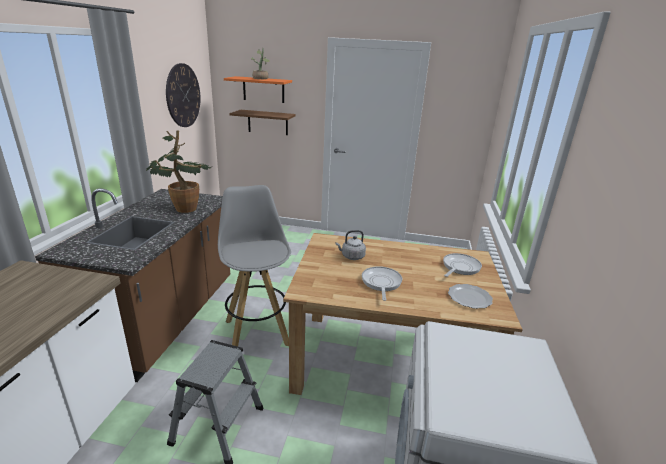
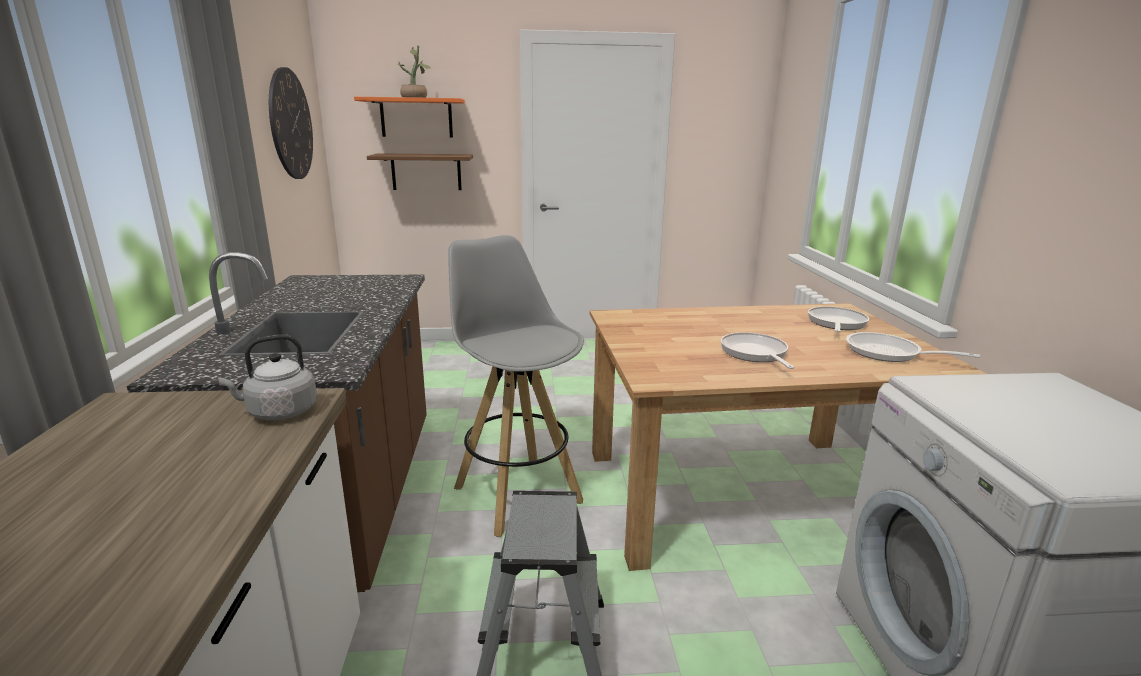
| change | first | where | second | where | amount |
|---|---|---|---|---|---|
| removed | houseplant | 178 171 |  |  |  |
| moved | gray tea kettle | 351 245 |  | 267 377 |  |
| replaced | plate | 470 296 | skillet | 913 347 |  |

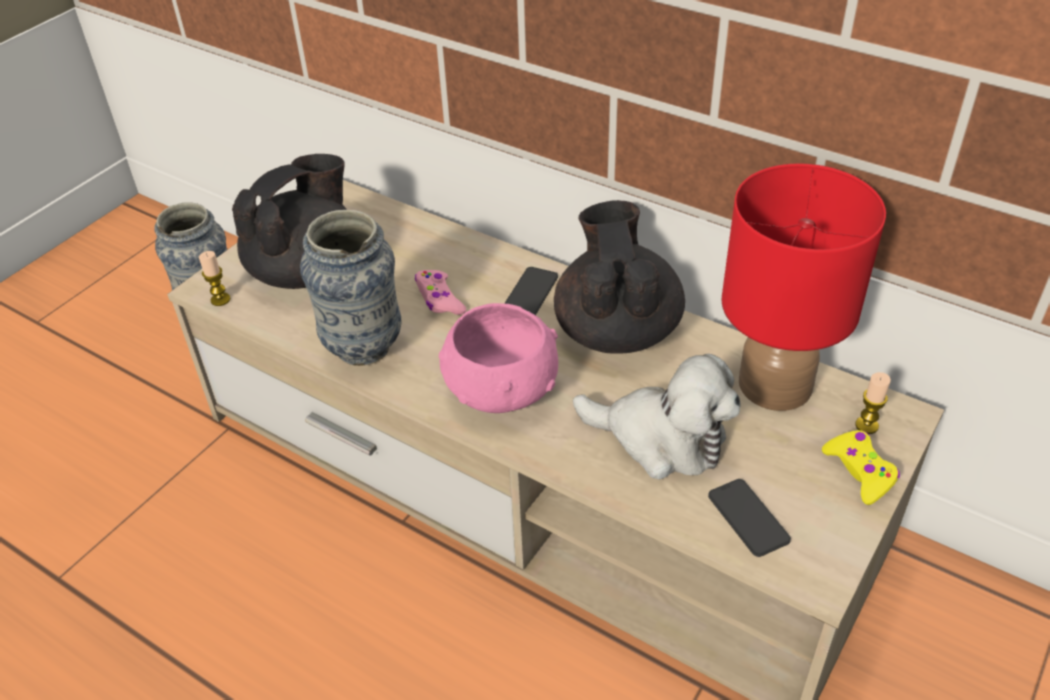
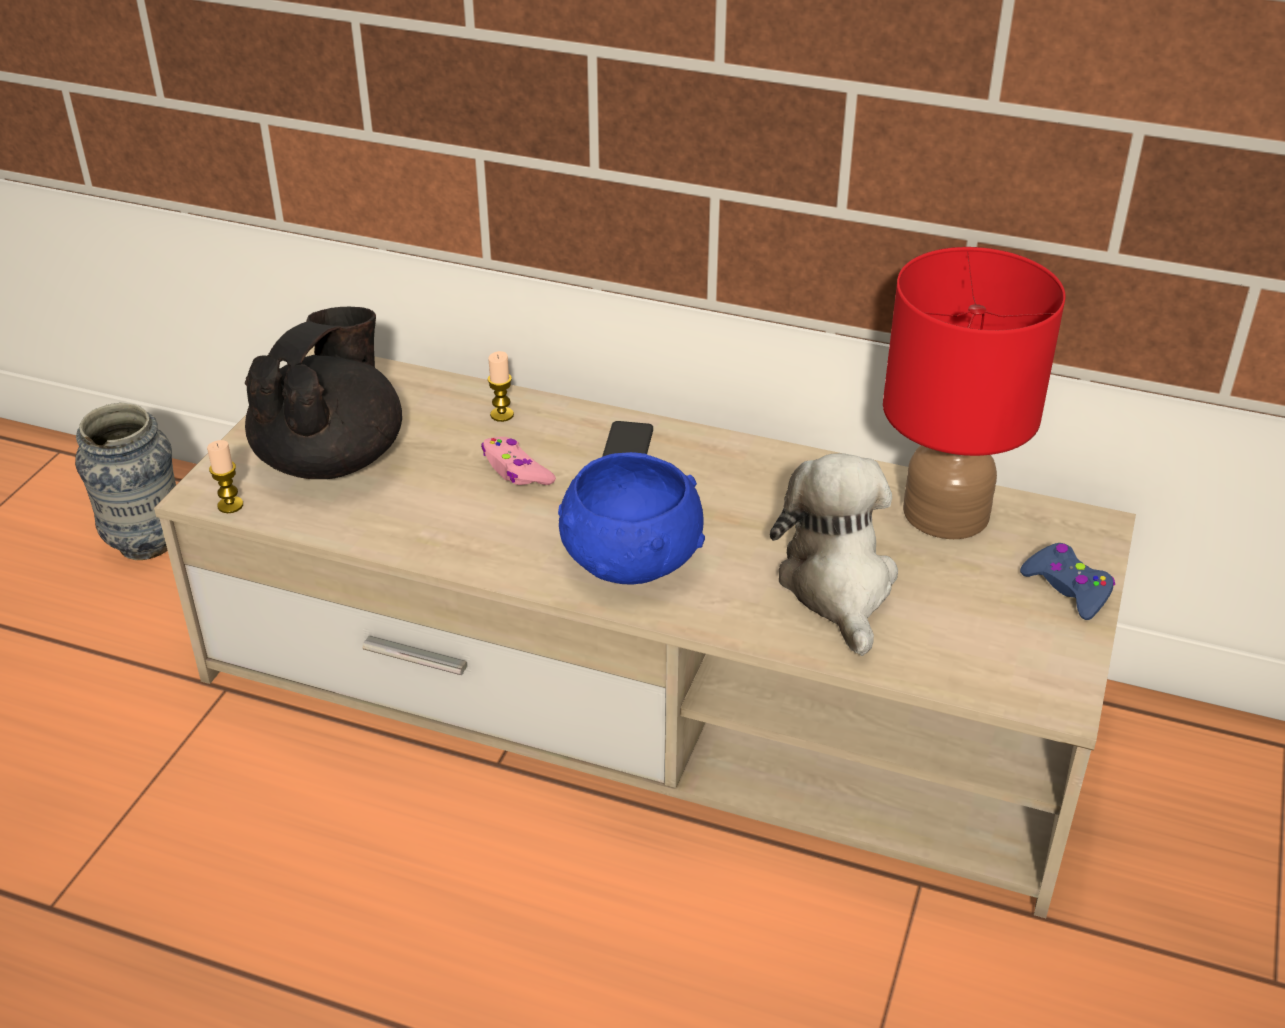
| change | first | where | second | where | amount |
|---|---|---|---|---|---|
| removed | vase | 350 288 |  |  |  |
| removed | black-coloured tea pot | 619 277 |  |  |  |
| removed | handset | 749 518 |  |  |  |
| moved | candle | 873 403 |  | 500 386 |  |
| recoloured | pinkish serving bowl | 498 358 | blue serving bowl | 631 518 |  |
| recoloured | yellowish game controller | 861 467 | blue game controller | 1067 581 |  |
| turned | cuddly toy | 657 416 |  | 834 554 | 105 degrees counterclockwise |

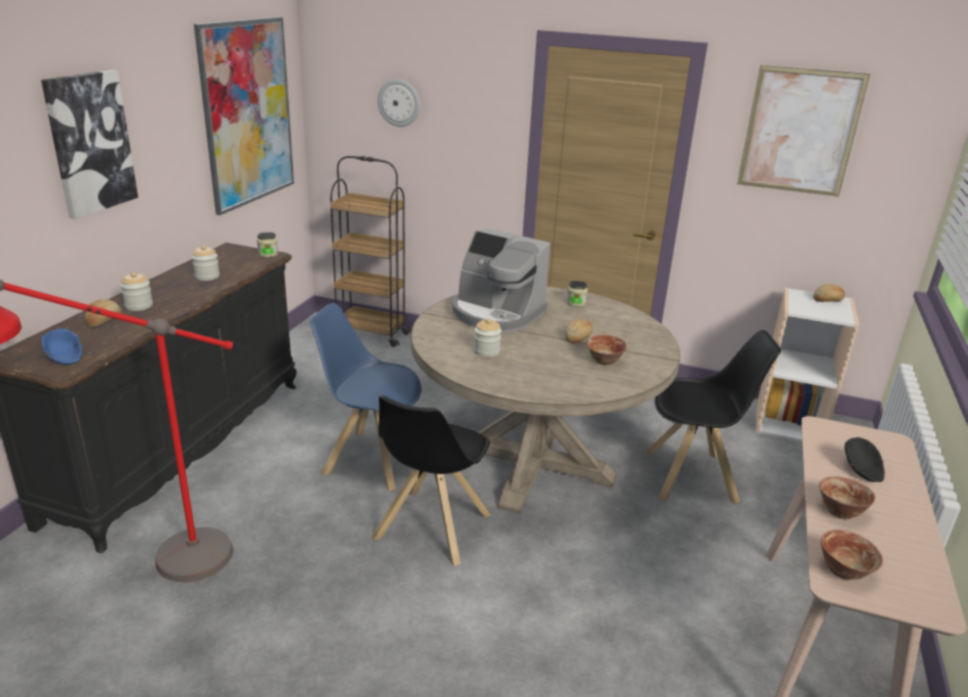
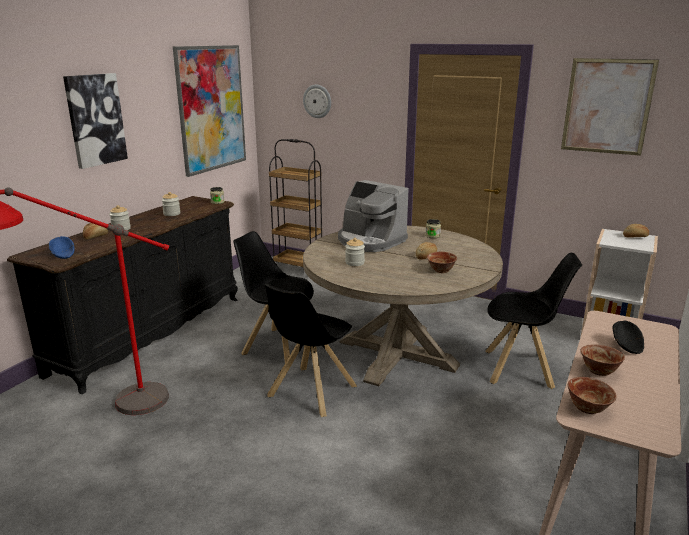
| change | first | where | second | where | amount |
|---|---|---|---|---|---|
| recoloured | blue chair | 365 397 | black-coloured chair | 273 297 |  |

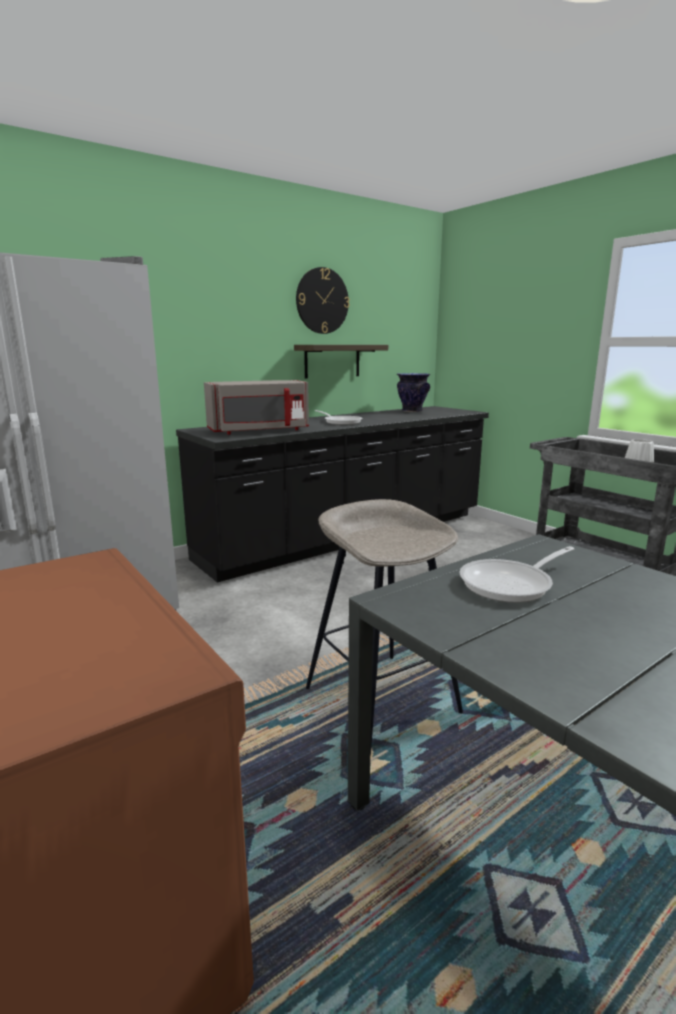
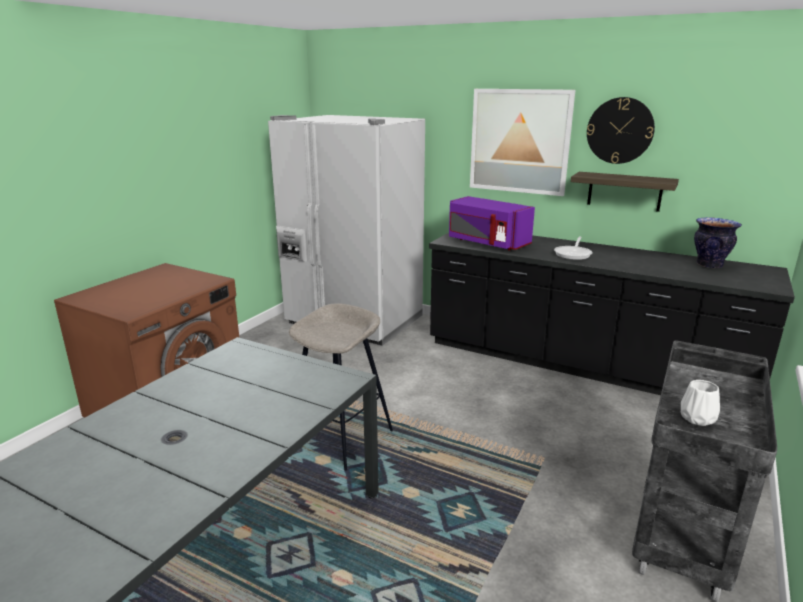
| change | first | where | second | where | amount |
|---|---|---|---|---|---|
| removed | skillet | 516 574 |  |  |  |
| added |  |  | wall picture | 522 142 |  |
| recoloured | gray microwave oven | 256 407 | purple microwave oven | 492 223 |  |

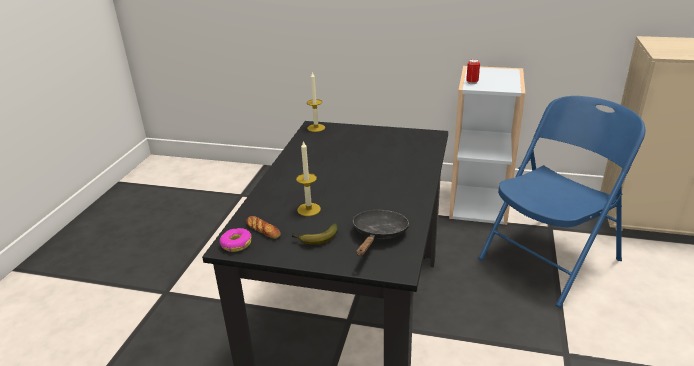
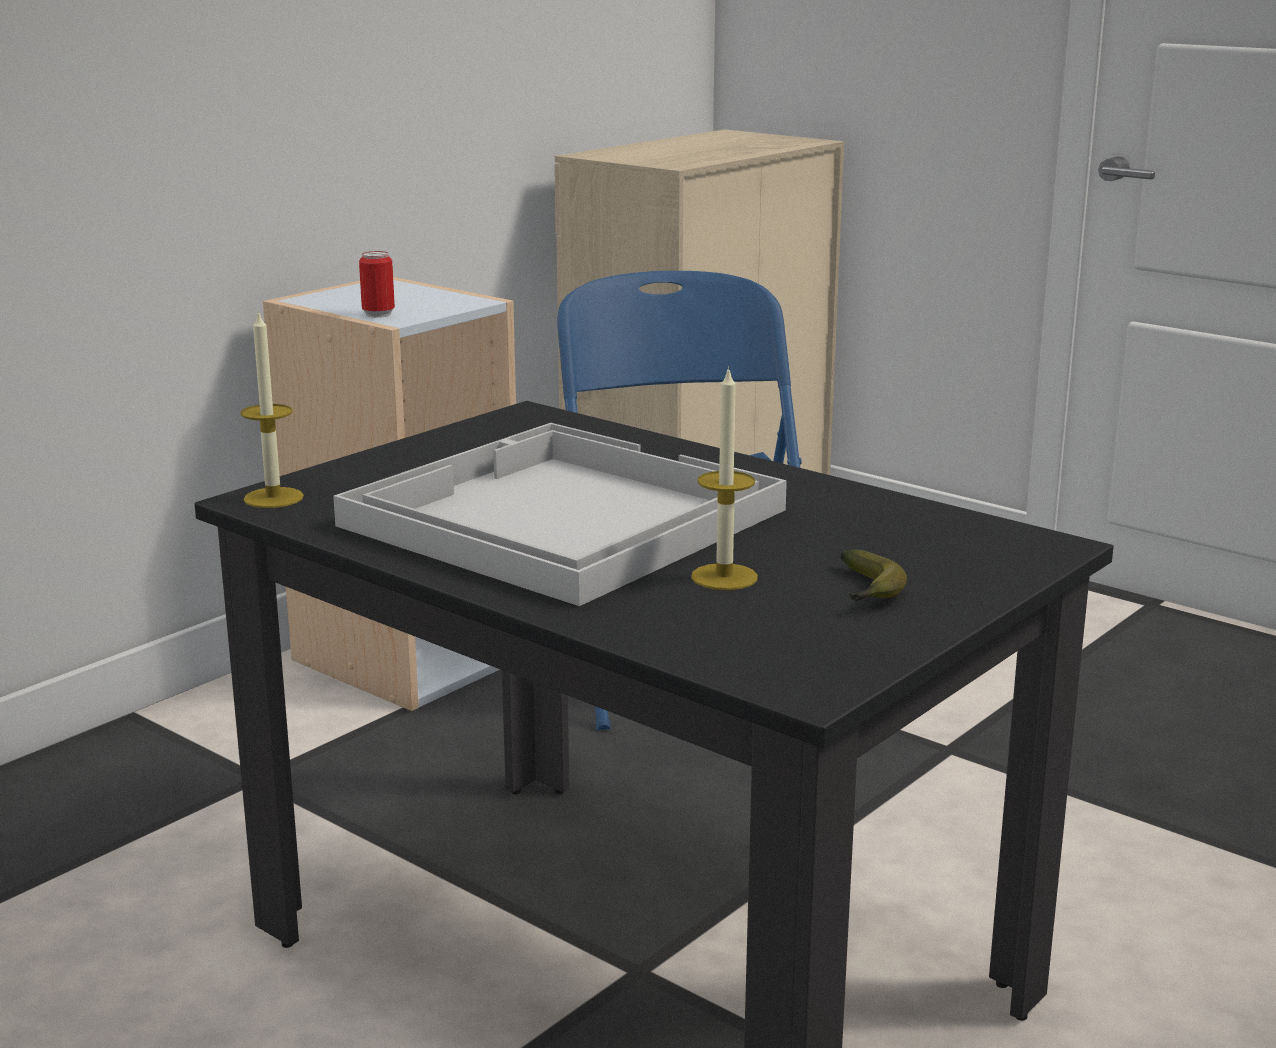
| change | first | where | second | where | amount |
|---|---|---|---|---|---|
| removed | doughnut | 235 240 |  |  |  |
| removed | baked bread | 263 227 |  |  |  |
| removed | black-coloured skillet | 381 233 |  |  |  |
| added |  |  | white carrying tray | 560 514 |  |

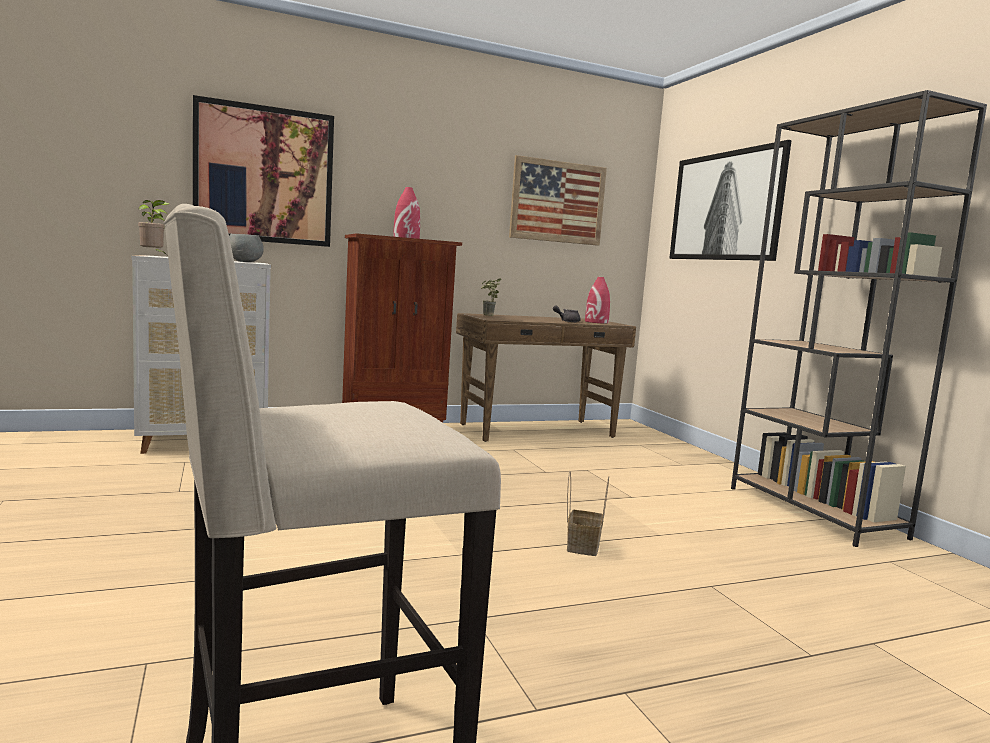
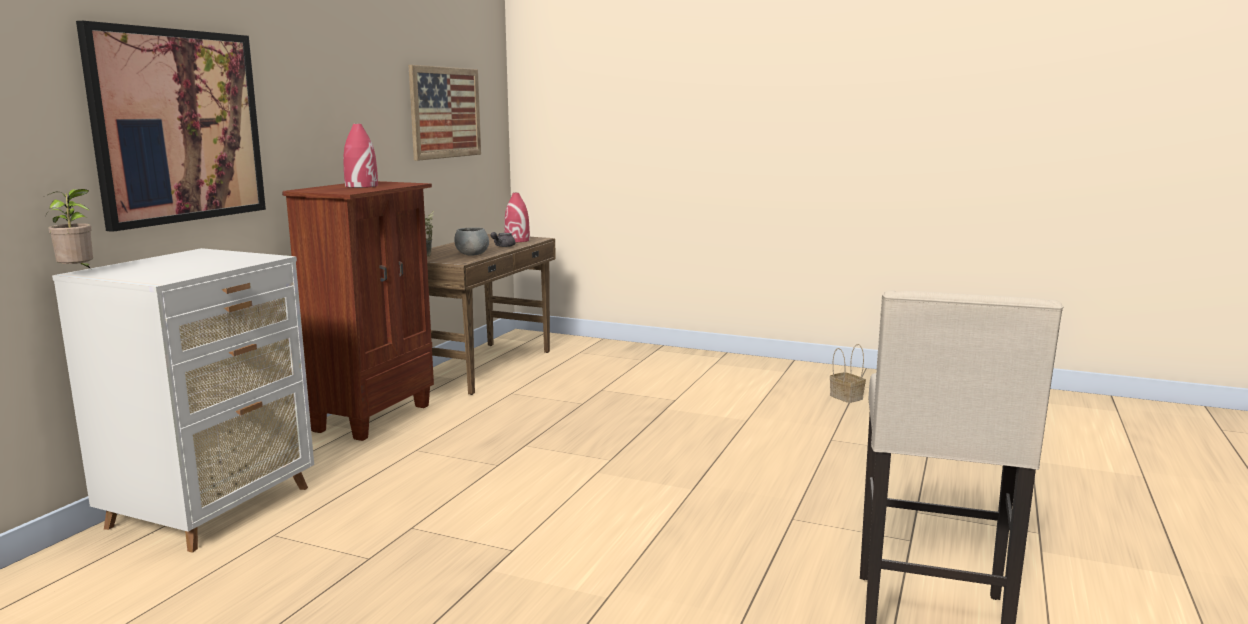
| change | first | where | second | where | amount |
|---|---|---|---|---|---|
| removed | wall picture | 730 200 |  |  |  |
| removed | bookshelf | 859 318 |  |  |  |
| moved | gray serving bowl | 246 248 |  | 471 241 |  |
| moved | basket | 588 513 |  | 848 373 |  |

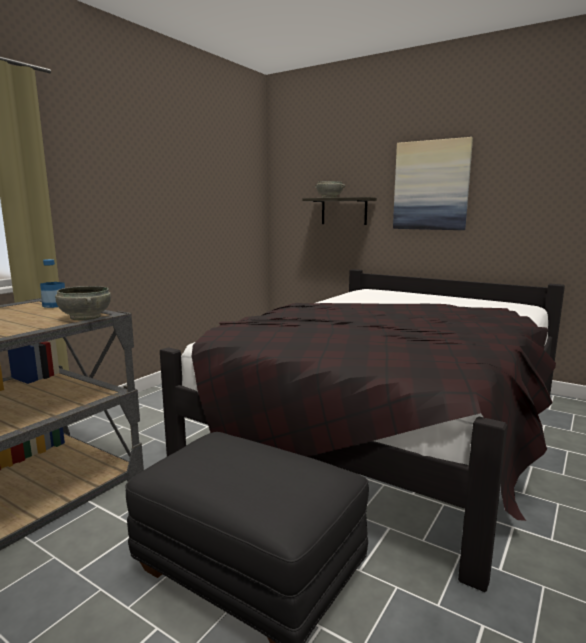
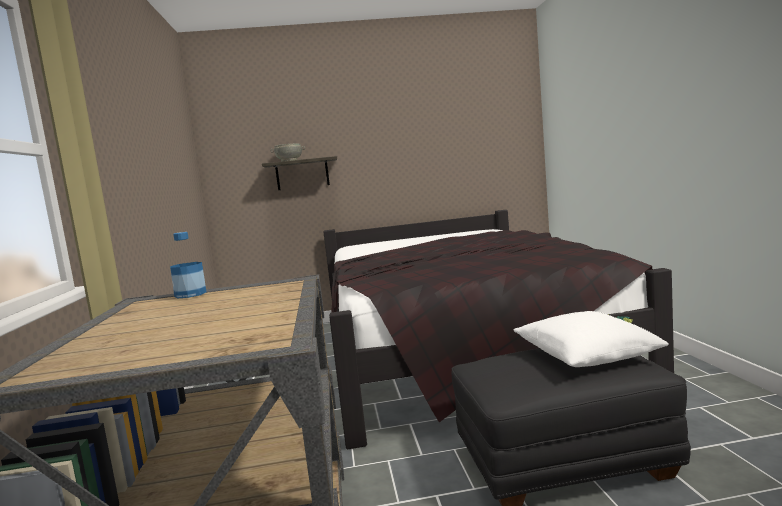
| change | first | where | second | where | amount |
|---|---|---|---|---|---|
| removed | gray serving bowl | 83 303 |  |  |  |
| removed | wall picture | 433 183 |  |  |  |
| added |  |  | white pillow | 591 339 |  |

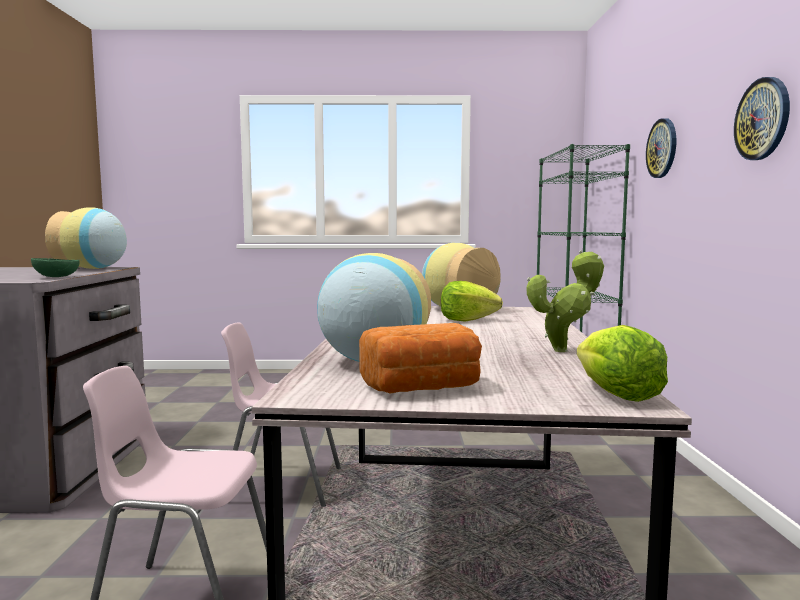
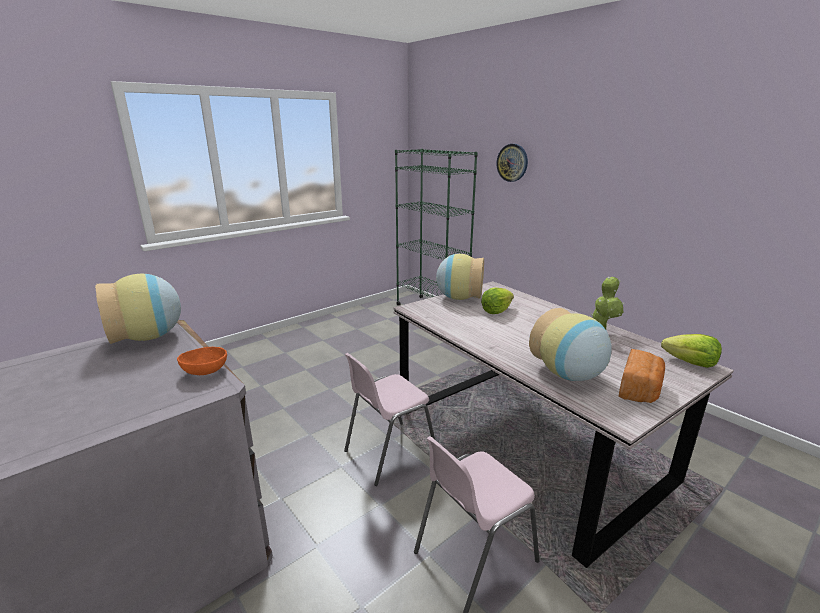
| change | first | where | second | where | amount |
|---|---|---|---|---|---|
| removed | hanging clock | 762 118 |  |  |  |
| recoloured | green-coloured serving bowl | 55 267 | orange serving bowl | 202 361 |  |

